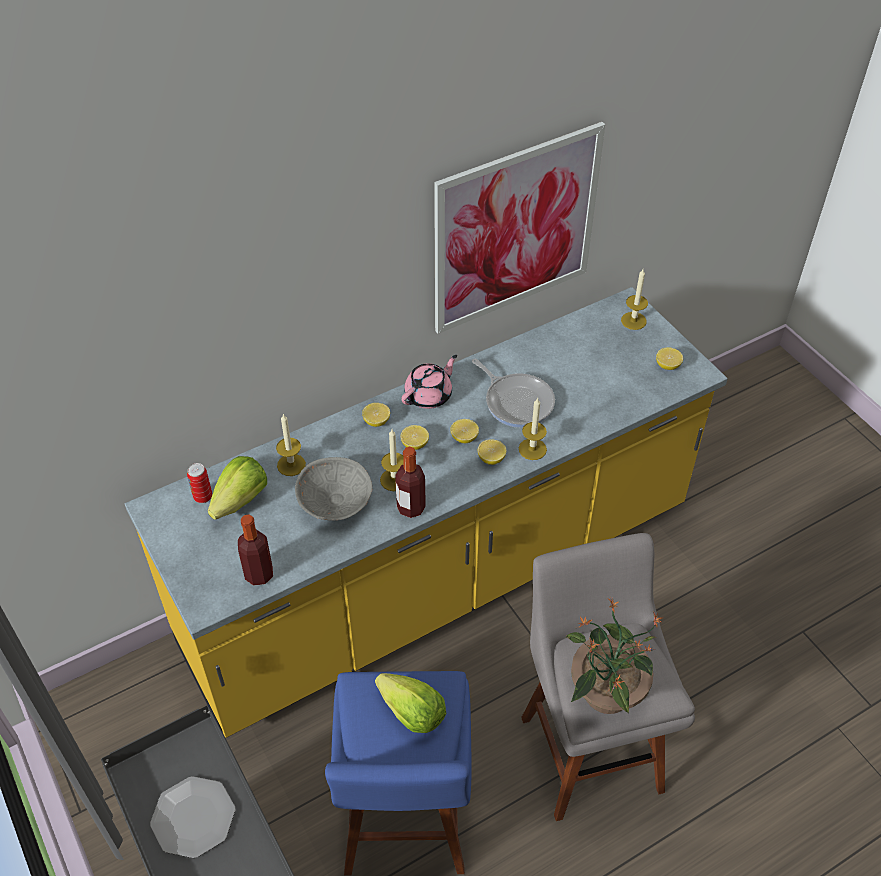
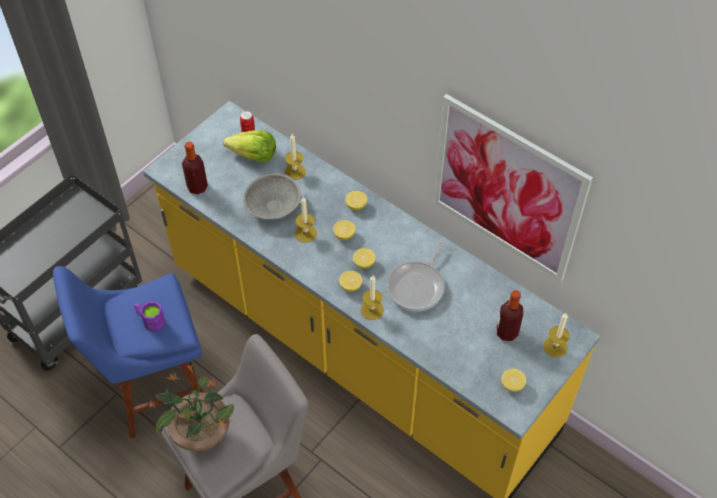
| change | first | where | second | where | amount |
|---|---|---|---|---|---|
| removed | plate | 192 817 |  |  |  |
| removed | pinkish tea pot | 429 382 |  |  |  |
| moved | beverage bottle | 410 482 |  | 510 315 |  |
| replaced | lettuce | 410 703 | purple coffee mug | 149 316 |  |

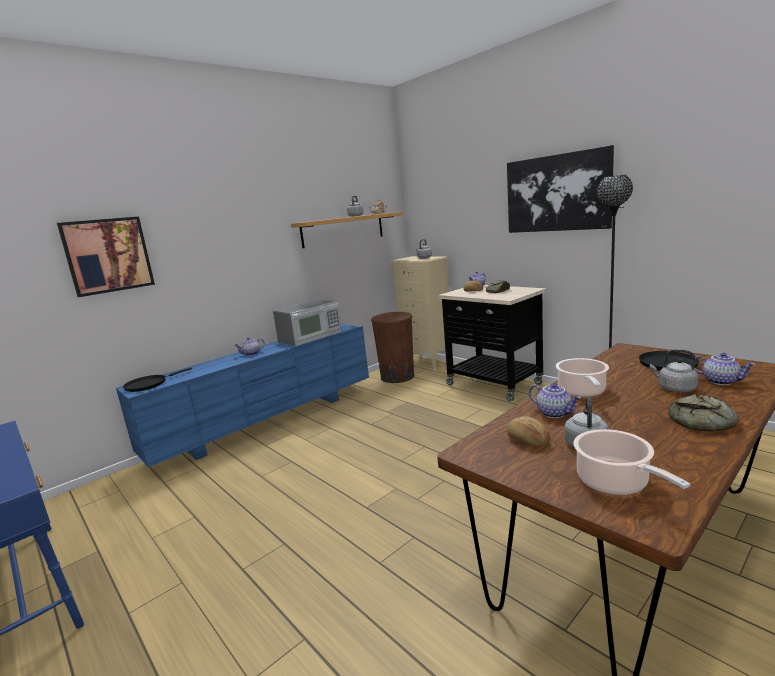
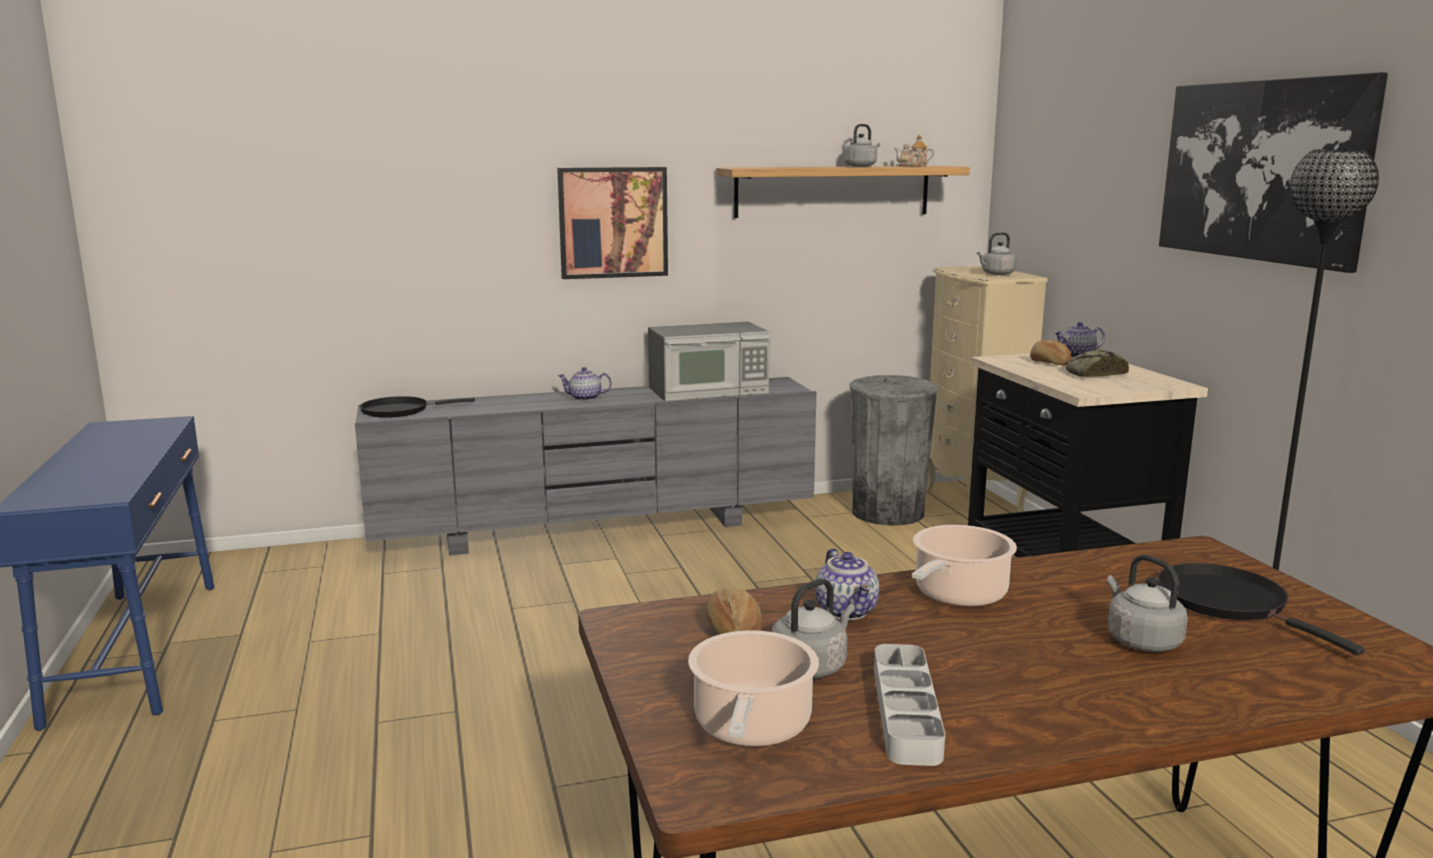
| change | first | where | second | where | amount |
|---|---|---|---|---|---|
| removed | baked bread | 704 412 |  |  |  |
| removed | tea pot | 725 369 |  |  |  |
| added |  |  | gray carrying tray | 909 705 |  |
| moved | wall picture | 106 256 |  | 612 223 |  |
| recoloured | blue cupboard | 242 395 | gray cupboard | 586 466 |  |
| recoloured | brownish trash can | 392 347 | gray trash can | 894 450 |  |

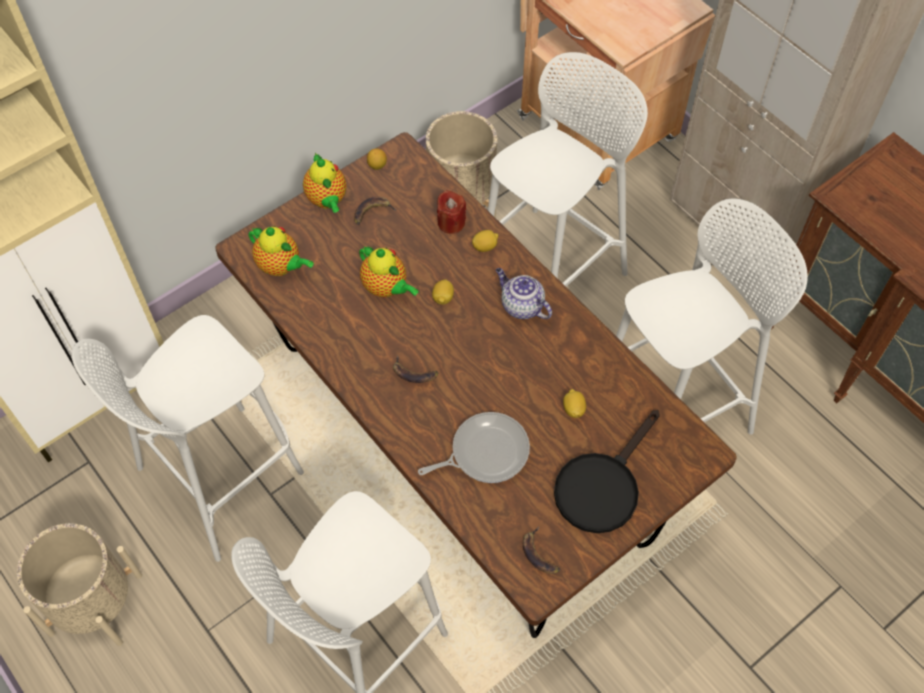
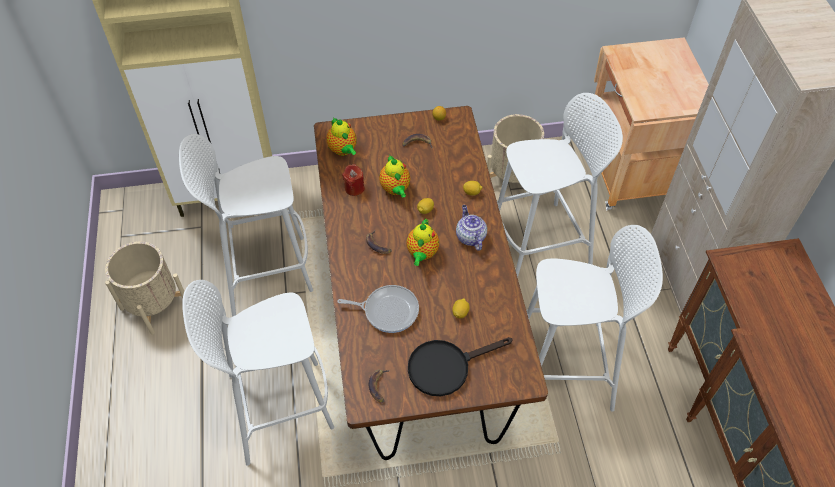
| change | first | where | second | where | amount |
|---|---|---|---|---|---|
| moved | tea pot | 325 183 |  | 422 242 |  |
| moved | reddish candle | 451 212 |  | 353 180 |  |

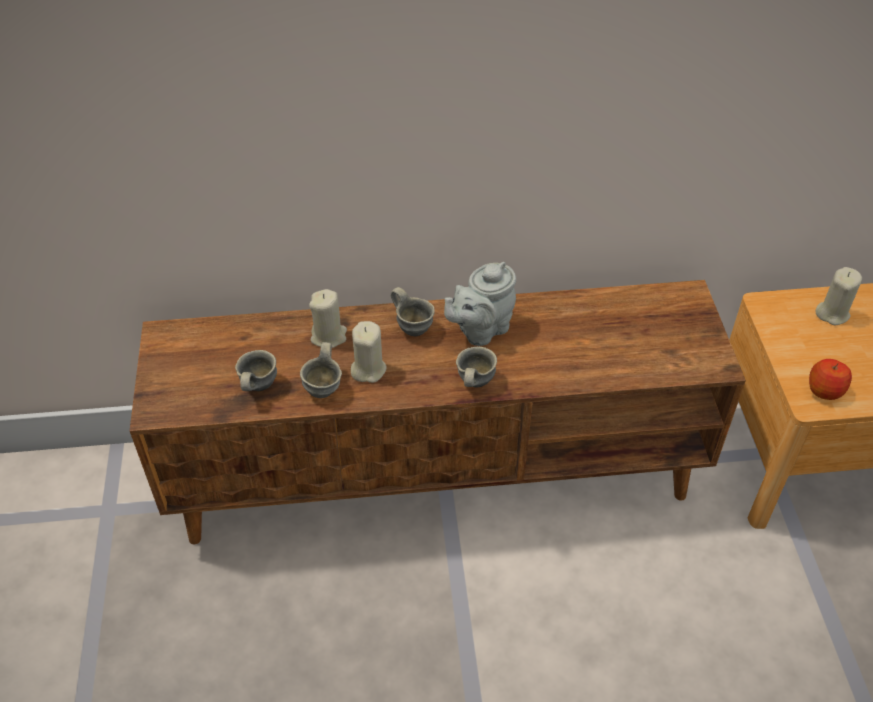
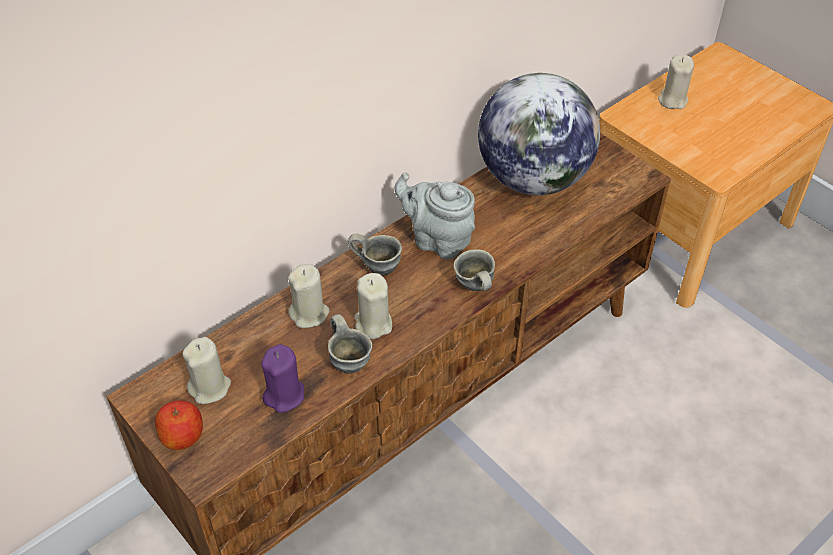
| change | first | where | second | where | amount |
|---|---|---|---|---|---|
| added |  |  | beige-coloured candle | 206 370 |  |
| added |  |  | desk globe | 539 134 |  |
| moved | apple | 830 379 |  | 179 425 |  |
| replaced | gray coffee mug | 256 370 | purple candle | 282 378 |  |
| turned | gray tea pot | 480 304 |  | 434 216 | 105 degrees clockwise |

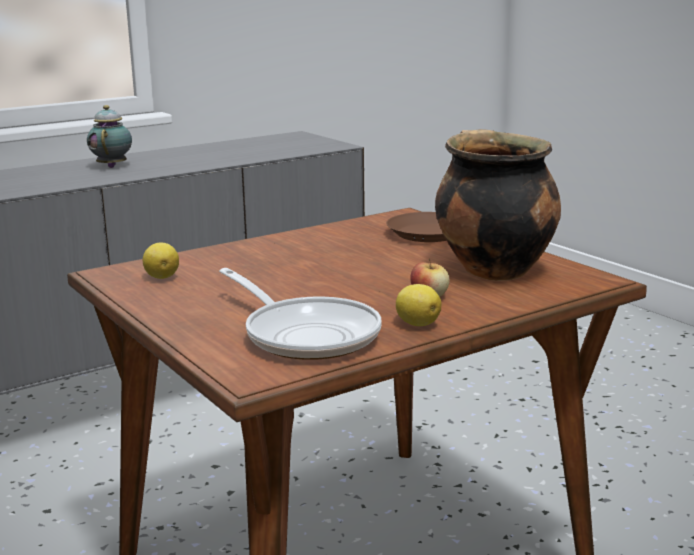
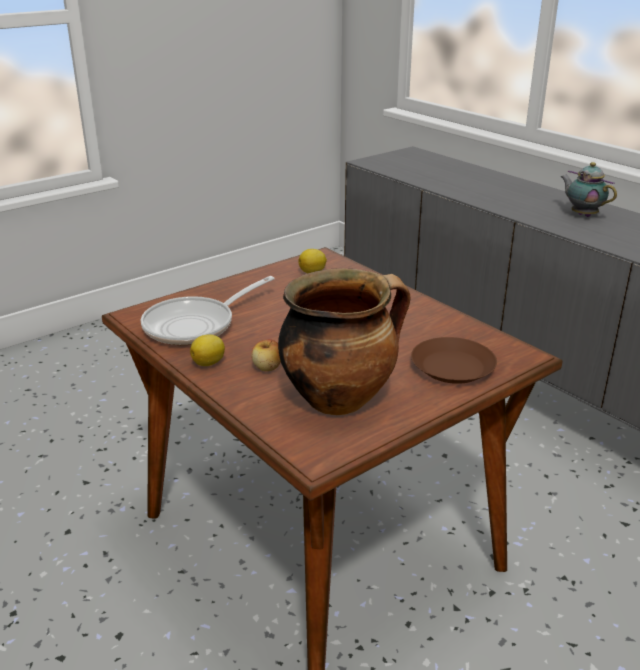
| change | first | where | second | where | amount |
|---|---|---|---|---|---|
| turned | tea pot | 109 136 |  | 588 189 | 120 degrees counterclockwise |

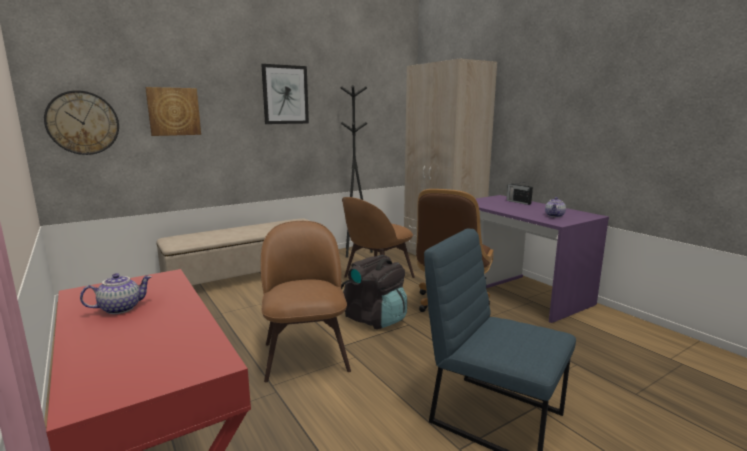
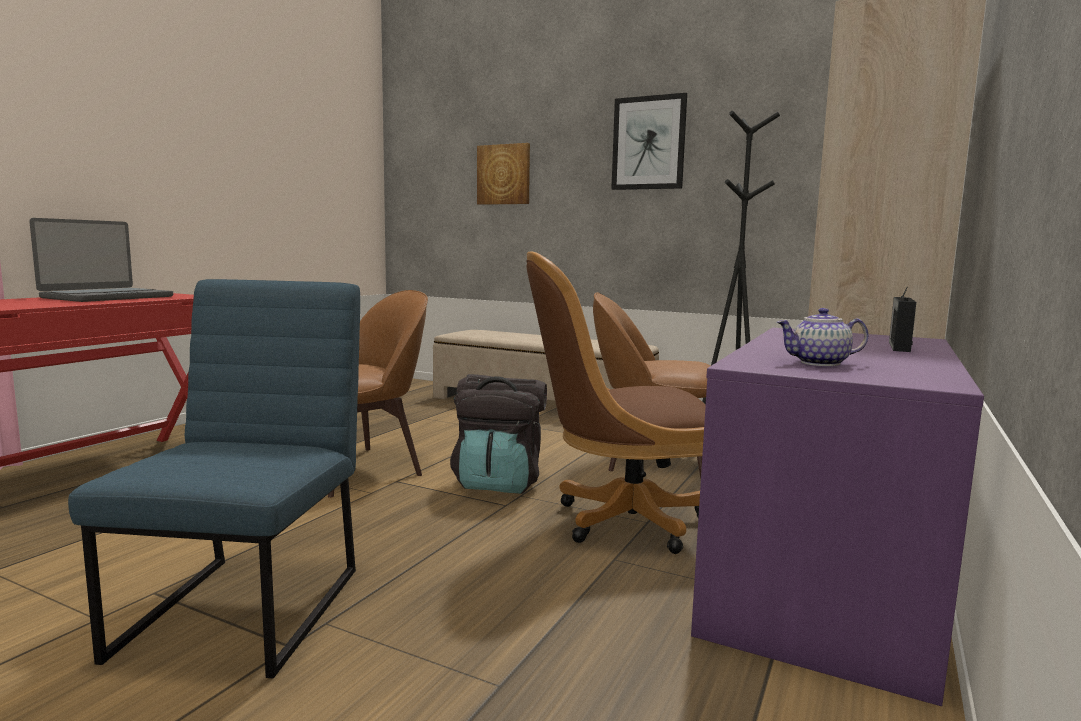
| change | first | where | second | where | amount |
|---|---|---|---|---|---|
| removed | hanging clock | 81 122 |  |  |  |
| replaced | tea pot | 116 293 | laptop | 101 260 |  |

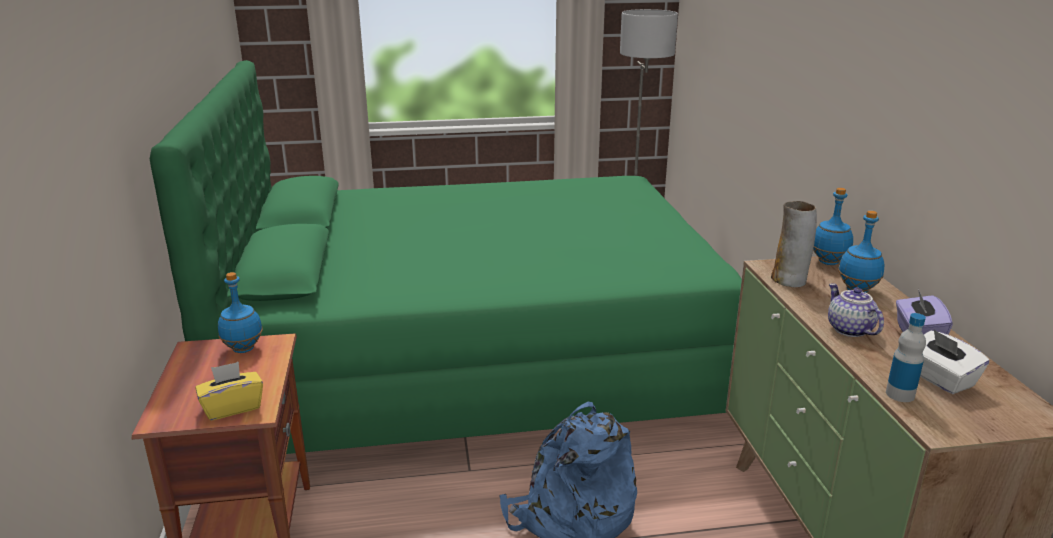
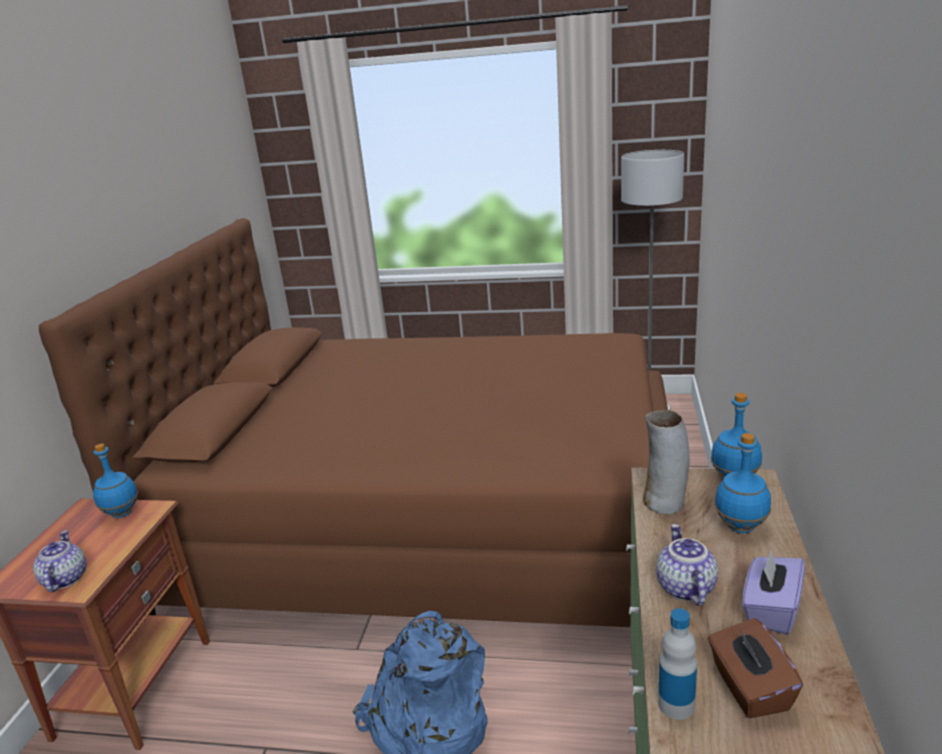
| change | first | where | second | where | amount |
|---|---|---|---|---|---|
| replaced | yellowish tissue holder | 229 391 | tea pot | 59 561 |  |
| recoloured | green-coloured bedroom bed | 446 257 | brownish bedroom bed | 353 422 |  |
| recoloured | white tissue holder | 954 362 | brownish tissue holder | 755 668 |  |

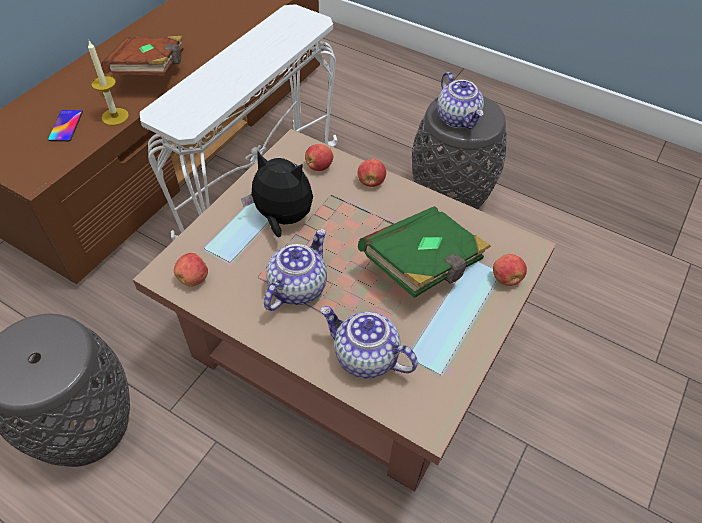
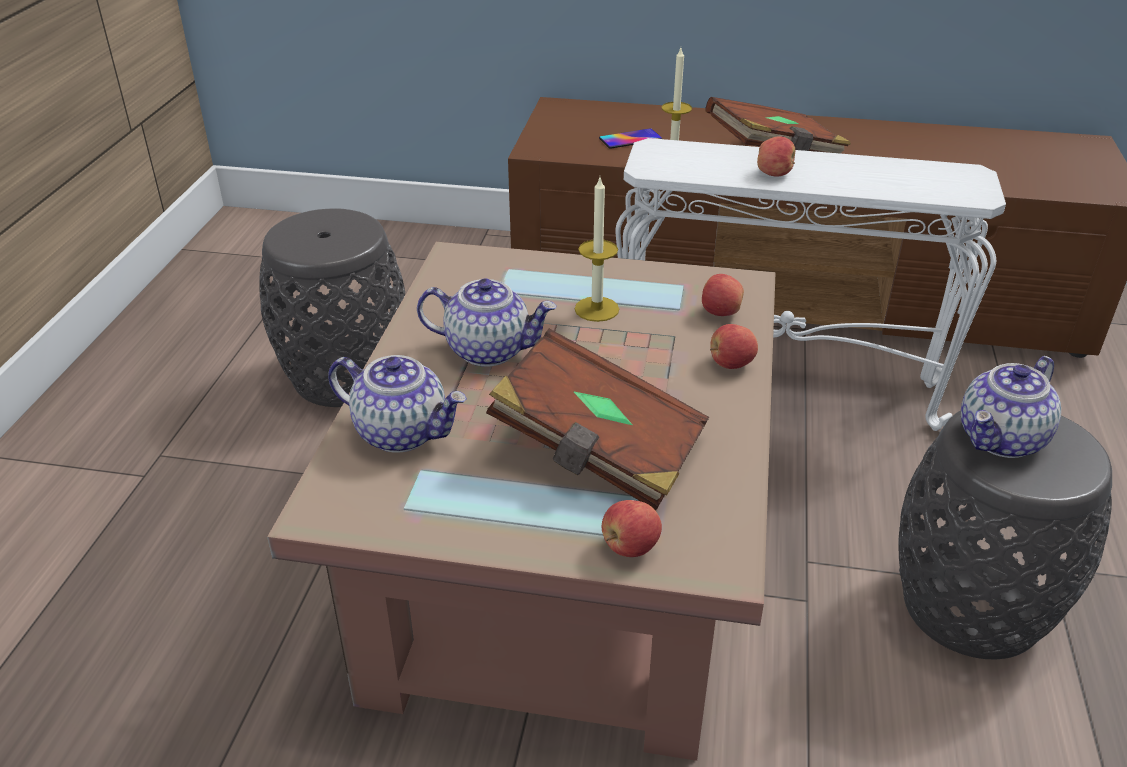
| change | first | where | second | where | amount |
|---|---|---|---|---|---|
| moved | apple | 191 269 |  | 776 156 |  |
| replaced | cuddly toy | 277 194 | candle | 597 250 |  |
| recoloured | green-coloured bound book | 424 252 | brownish bound book | 597 420 |  |
| turned | tea pot | 369 342 |  | 397 404 | 105 degrees clockwise |

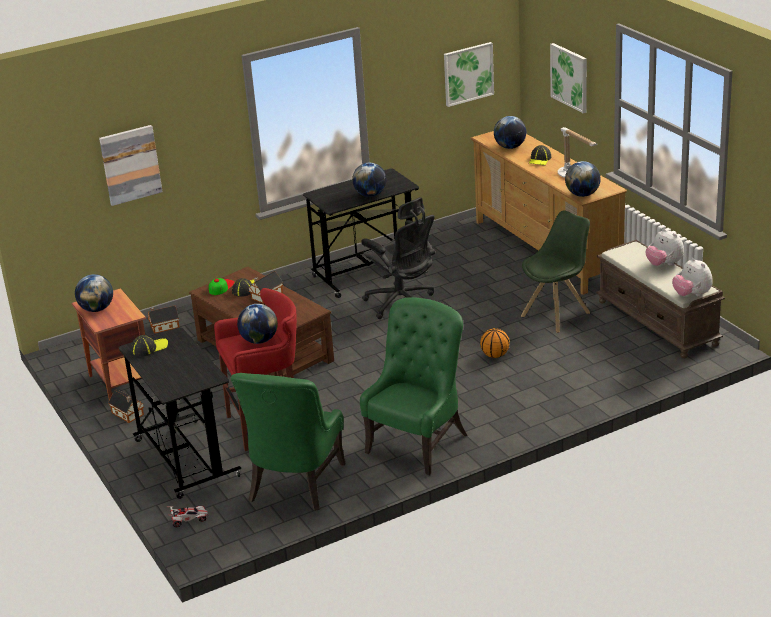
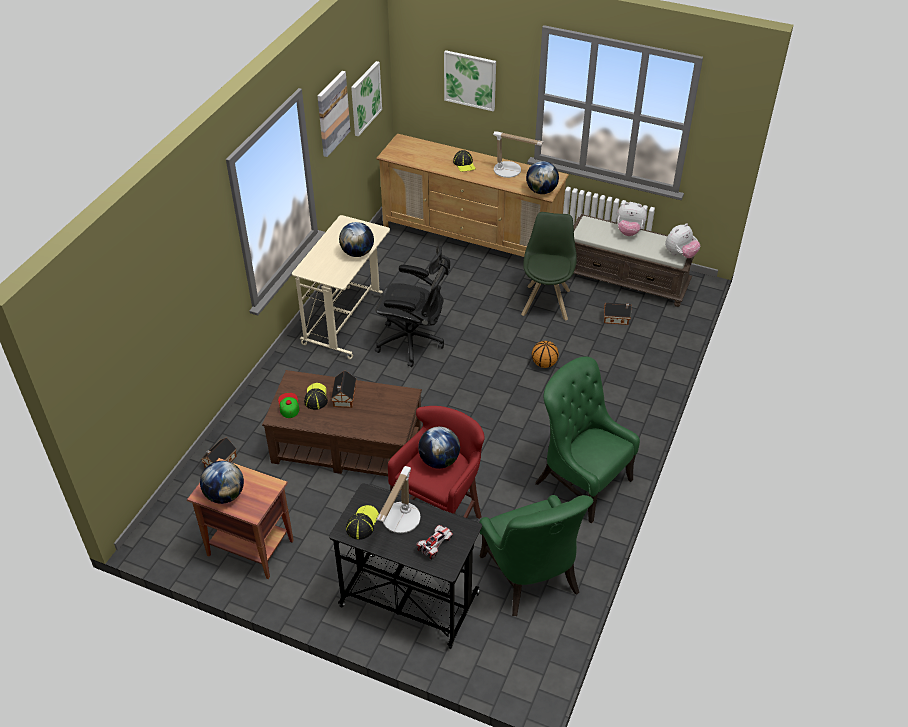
| change | first | where | second | where | amount |
|---|---|---|---|---|---|
| removed | desk globe | 510 132 |  |  |  |
| added |  |  | table lamp | 398 499 |  |
| moved | wall picture | 131 165 |  | 333 114 |  |
| moved | toy house | 126 406 |  | 618 314 |  |
| moved | model car | 188 517 |  | 434 542 |  |
| recoloured | black-coloured desk table | 361 233 | beige-coloured desk table | 341 287 |  |
| turned | green-coloured chair | 414 386 |  | 587 439 | 45 degrees counterclockwise |
| turned | cuddly toy | 692 277 |  | 682 240 | 60 degrees counterclockwise |

